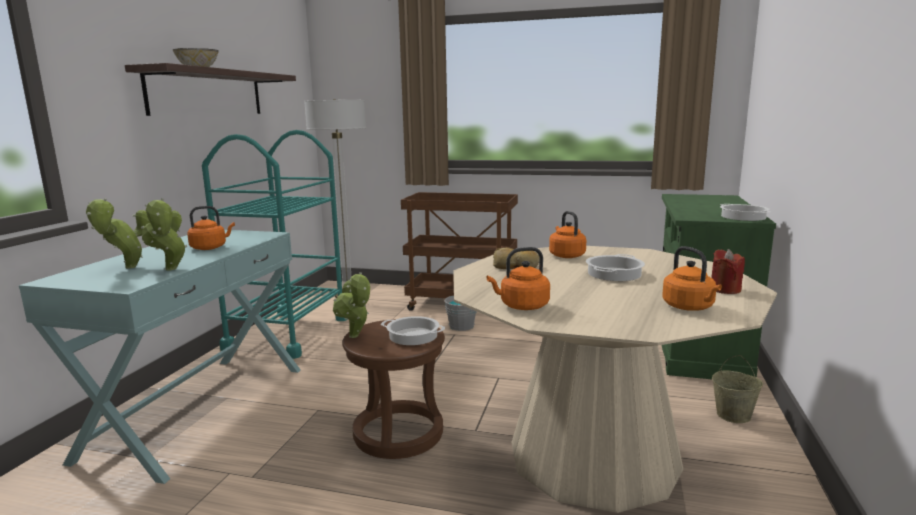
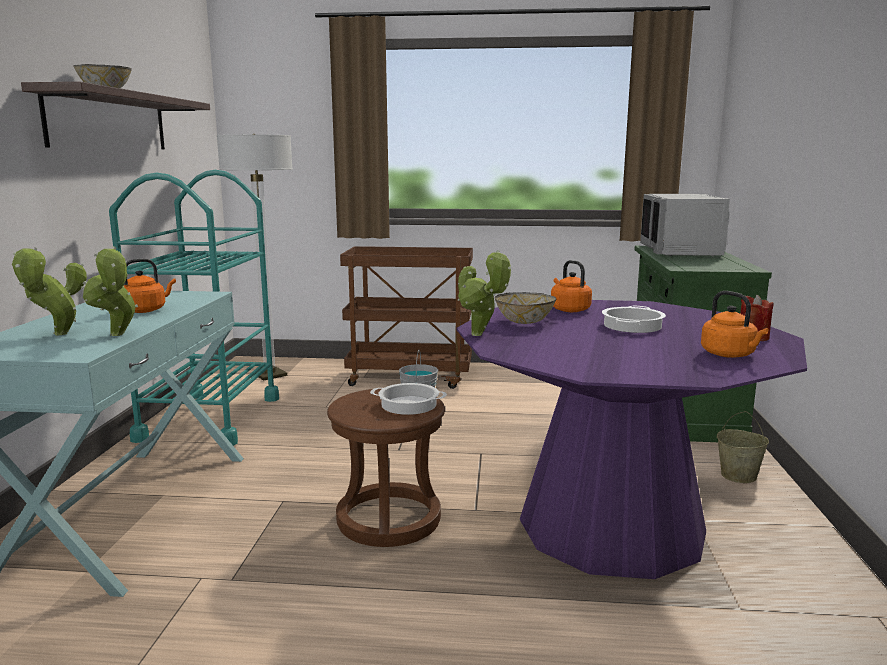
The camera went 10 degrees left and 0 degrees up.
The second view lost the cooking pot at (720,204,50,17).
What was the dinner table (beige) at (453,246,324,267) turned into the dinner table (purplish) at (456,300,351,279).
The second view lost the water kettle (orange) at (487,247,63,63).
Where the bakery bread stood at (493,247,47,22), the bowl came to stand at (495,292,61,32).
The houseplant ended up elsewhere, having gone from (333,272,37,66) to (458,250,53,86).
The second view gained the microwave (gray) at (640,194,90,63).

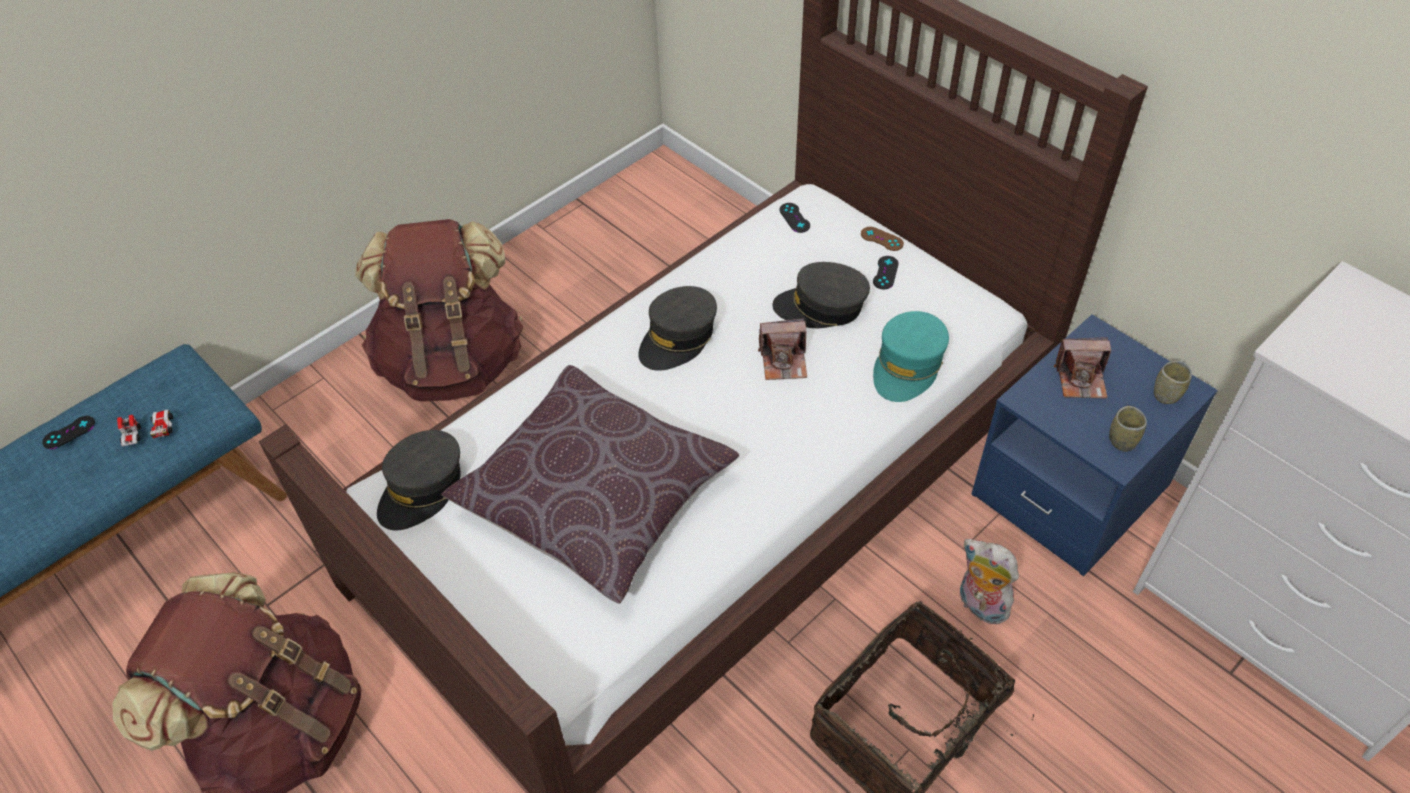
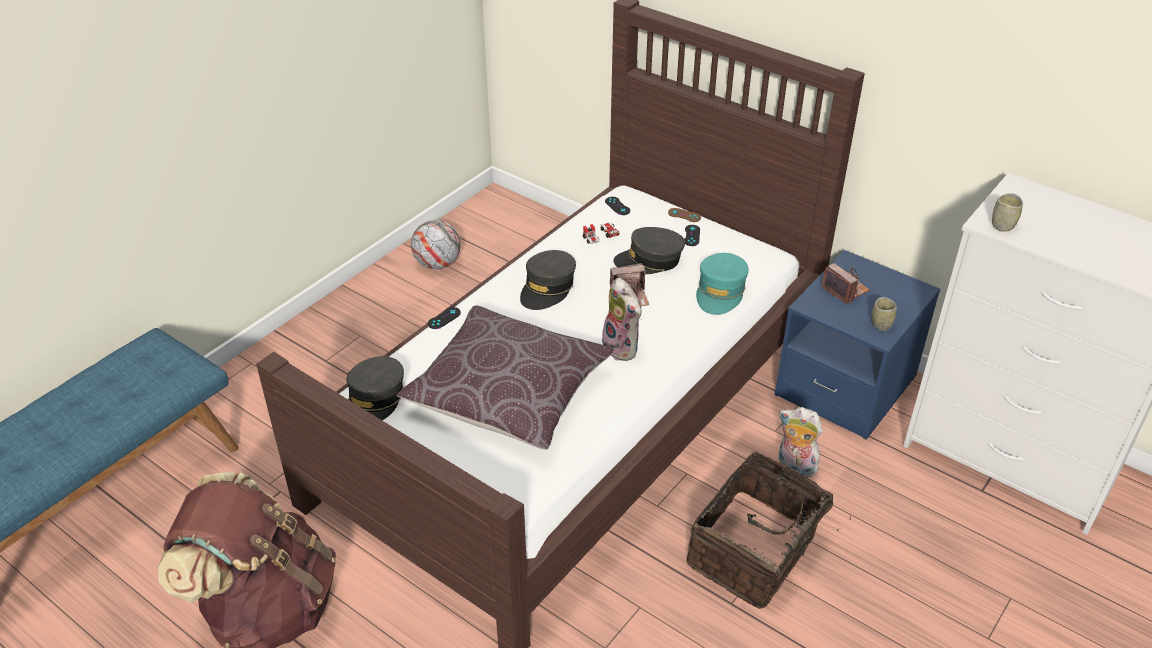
The camera went 10 degrees left and 10 degrees down.
The second view lost the knapsack (brown) at (355,219,168,183).
The photo camera at (1054,337,57,61) ended up facing another way, 120 degrees counterclockwise from before.
The cup ended up elsewhere, having gone from (1154,361,38,43) to (992,193,31,39).
The toy car ended up elsewhere, having gone from (117,409,56,38) to (583,222,36,22).
The game controller (black) ended up elsewhere, having gone from (42,416,53,33) to (428,307,33,22).
The second view gained the football at (411,220,50,49).
The second view gained the plush toy at (602,278,40,83).

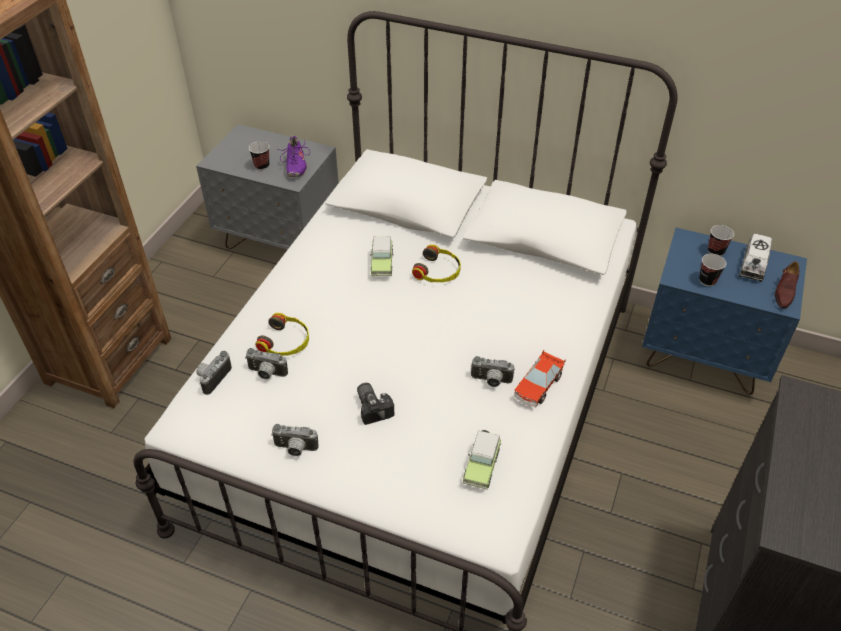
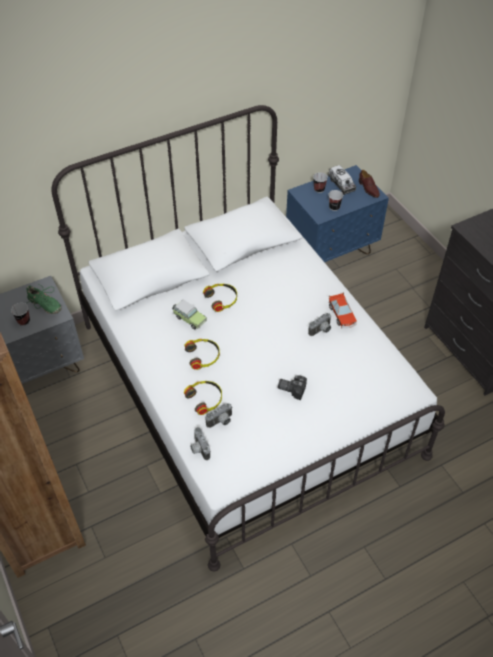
The camera went 50 degrees left and 5 degrees up.
What was the shoe (purplish) at (277,135,33,42) turned into the shoe (greenish) at (26,283,36,31).
The second view lost the photo camera at (271,424,48,32).
The second view lost the toy car at (463,430,38,60).
The second view gained the headphones at (185,339,35,31).

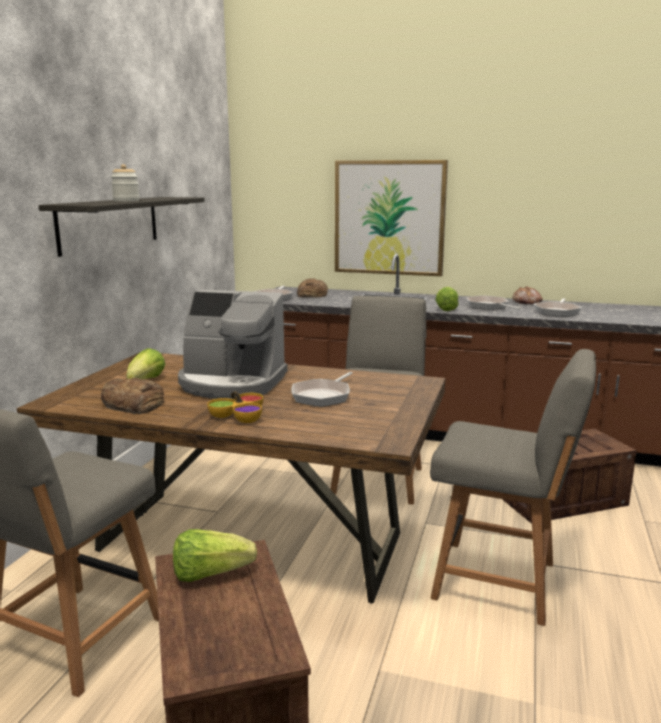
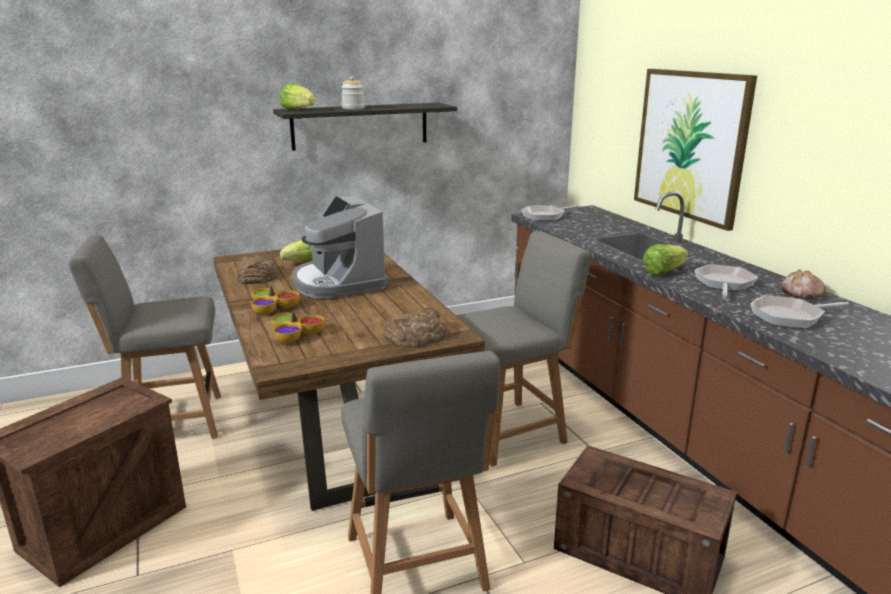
The camera went 50 degrees right and 5 degrees up.
The bakery bread ended up elsewhere, having gone from (297,278,31,20) to (383,308,64,40).
The second view lost the frying pan at (291,372,62,35).
The lettuce head ended up elsewhere, having gone from (173,529,84,53) to (280,83,36,27).
The second view gained the bowl at (271,311,54,32).

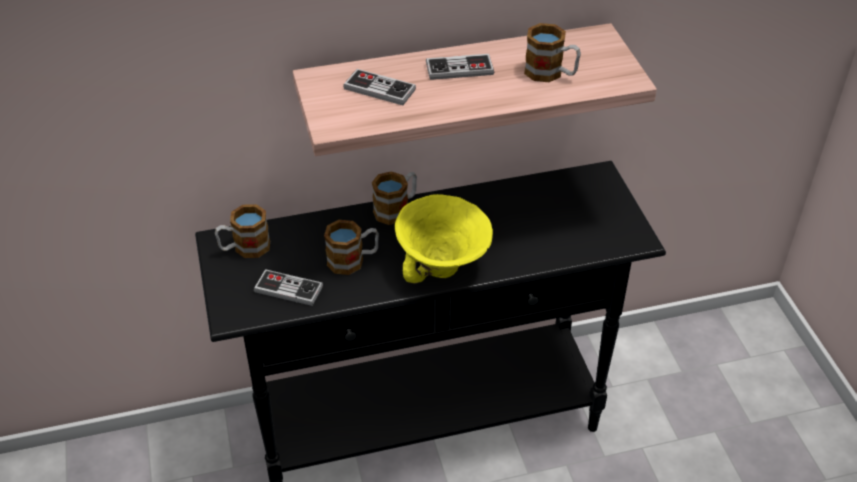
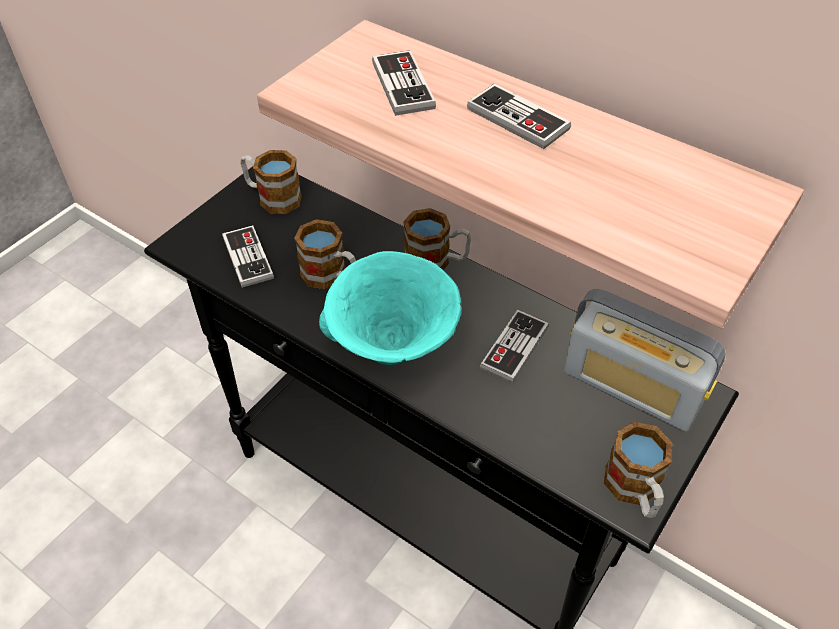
The camera went 50 degrees right and 5 degrees up.
The mug ended up elsewhere, having gone from (524,23,57,59) to (604,422,68,96).
What was the bowl (yellowish) at (395,194,98,90) turned into the bowl (turquoise-coloured) at (319,251,143,114).
The second view gained the radio at (564,289,162,143).
The second view gained the game controller at (480,310,69,73).

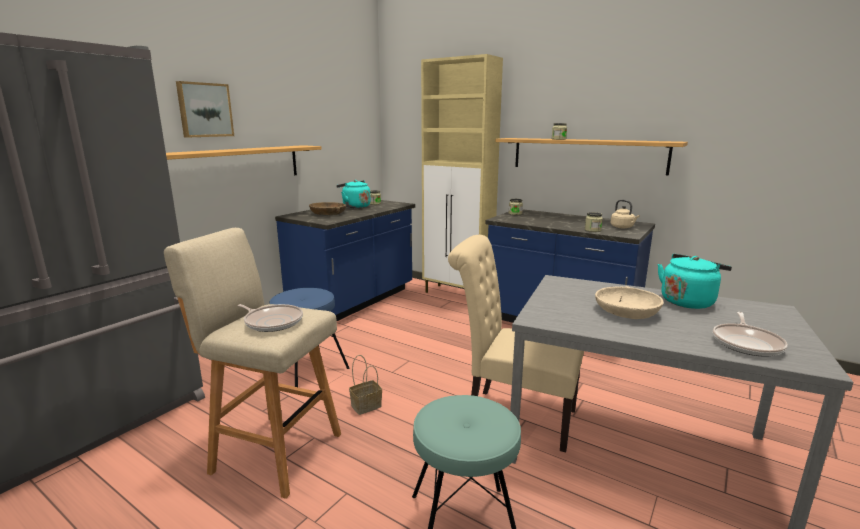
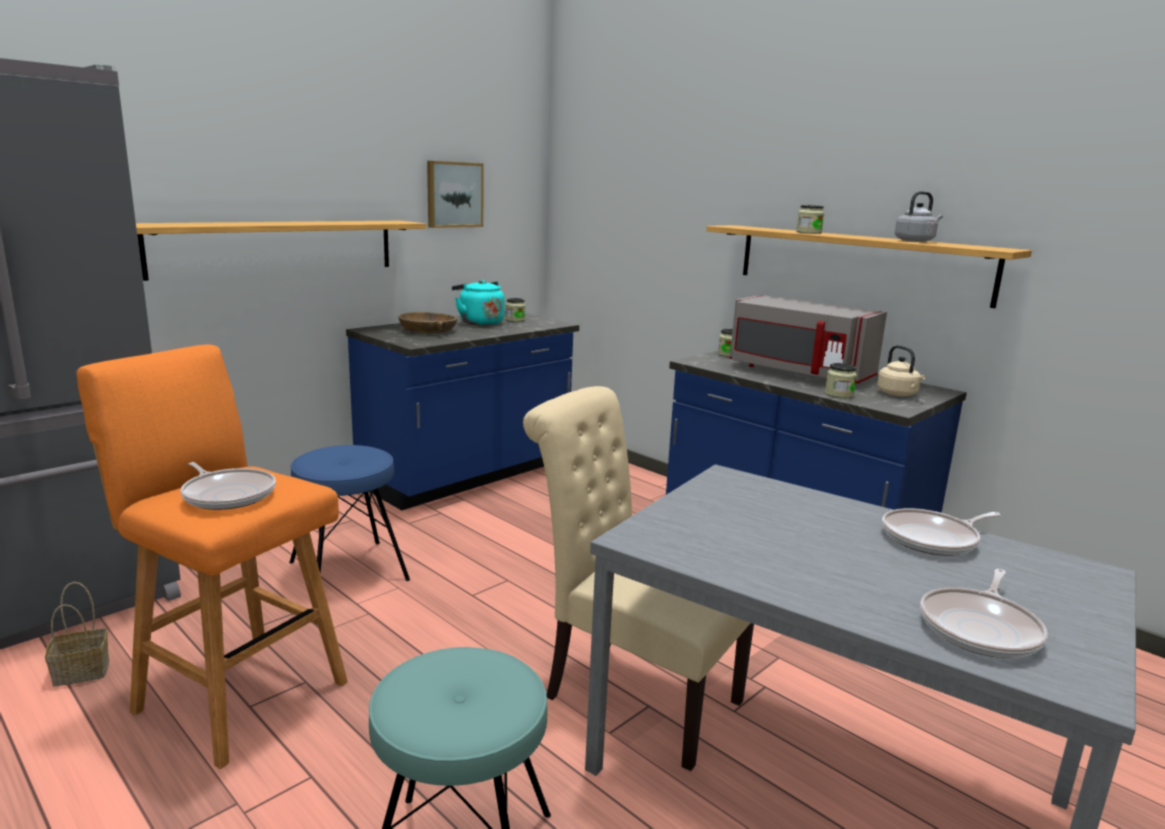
The camera went 10 degrees right and 0 degrees up.
The second view lost the cabinet (beige) at (421,54,82,239).
The wall picture ended up elsewhere, having gone from (176,81,58,57) to (427,161,56,67).
What was the stool seat (beige) at (164,228,177,271) turned into the stool seat (orange) at (76,344,272,425).
Where the water kettle (turquoise-coloured) stood at (657,254,75,55), the frying pan came to stand at (882,508,119,48).
The second view lost the bowl (beige) at (595,286,69,33).
The household basket ended up elsewhere, having gone from (349,355,33,60) to (45,582,64,104).
The second view gained the water kettle (gray) at (895,191,48,51).
The second view gained the microwave (gray) at (730,295,157,89).

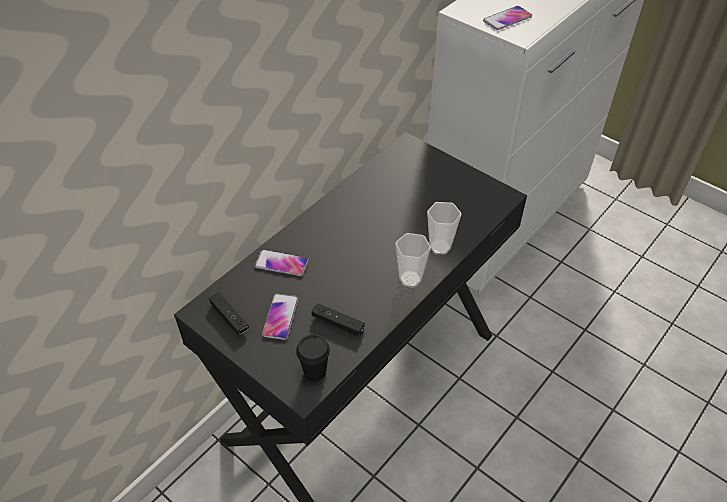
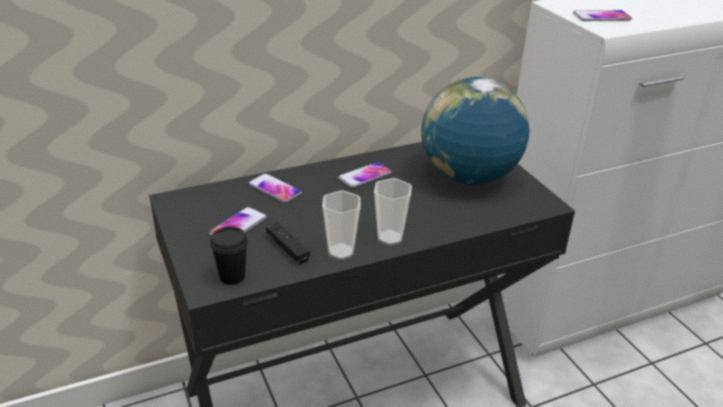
The camera went 25 degrees right and 15 degrees down.
The cup ended up elsewhere, having gone from (427,202,34,53) to (322,190,39,70).
The second view lost the game controller (black) at (209,292,40,43).
The second view gained the desk globe at (421,77,109,108).
The second view gained the handset at (338,162,54,26).

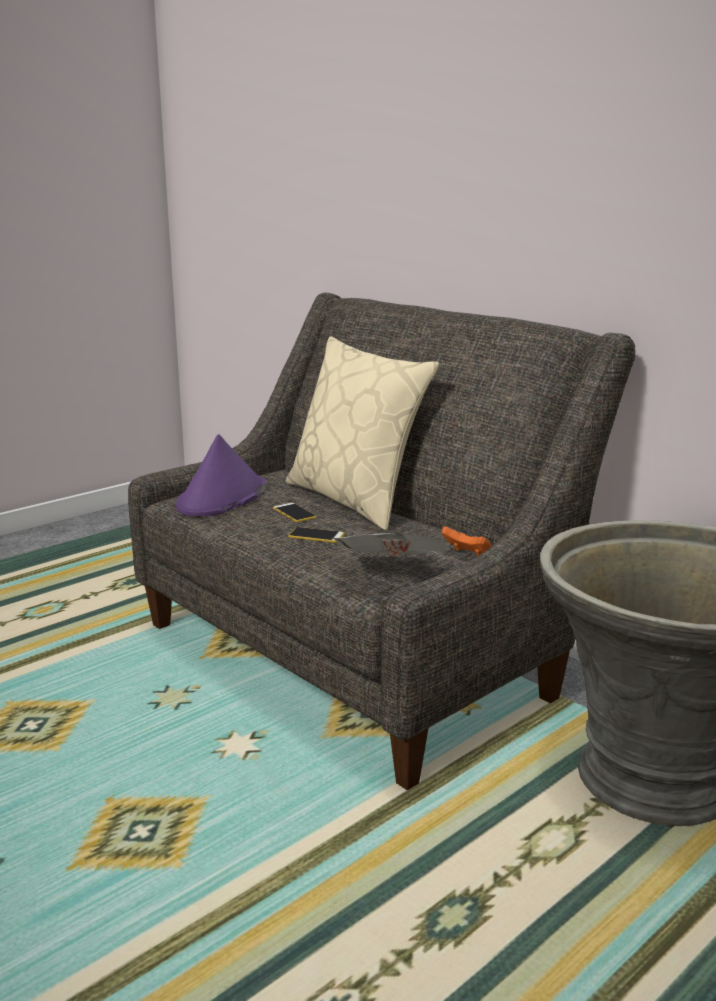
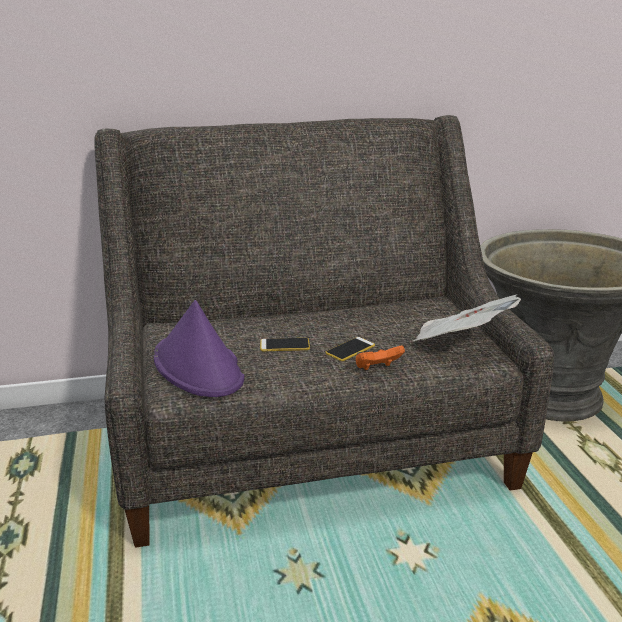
The camera went 60 degrees left and 5 degrees up.
The second view lost the cushion (beige) at (286,336,153,195).
The game controller (orange) ended up elsewhere, having gone from (441,526,50,30) to (356,345,49,25).

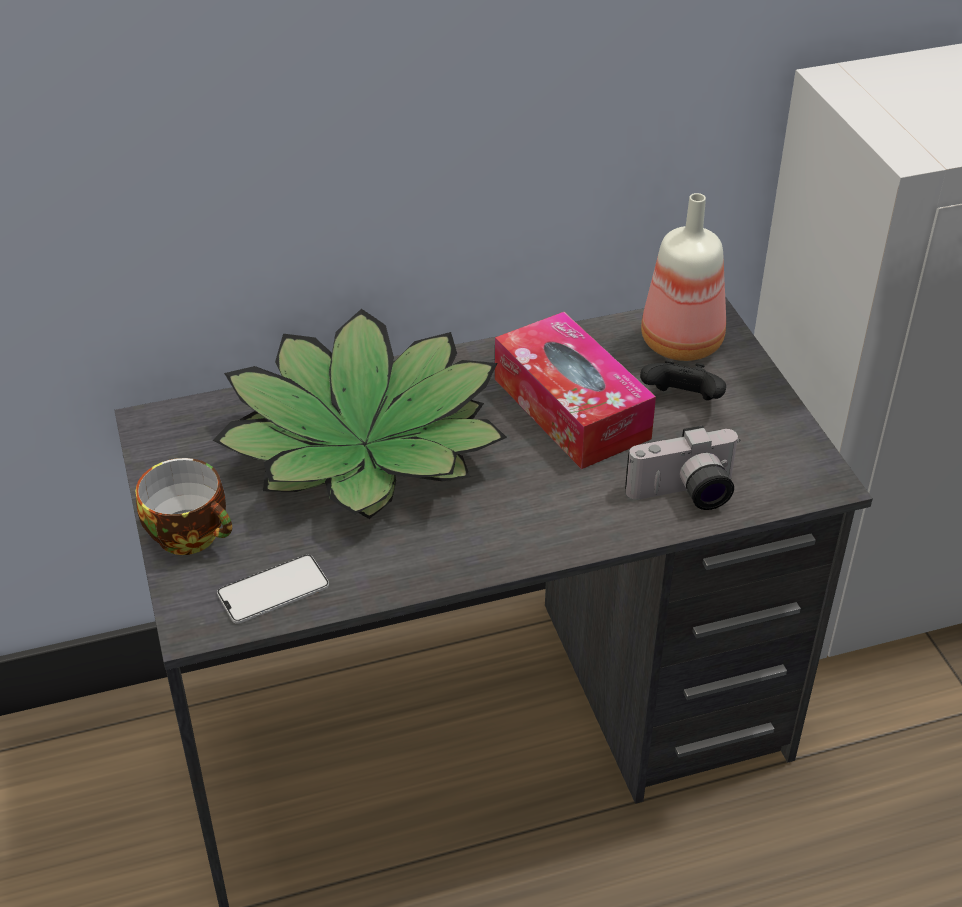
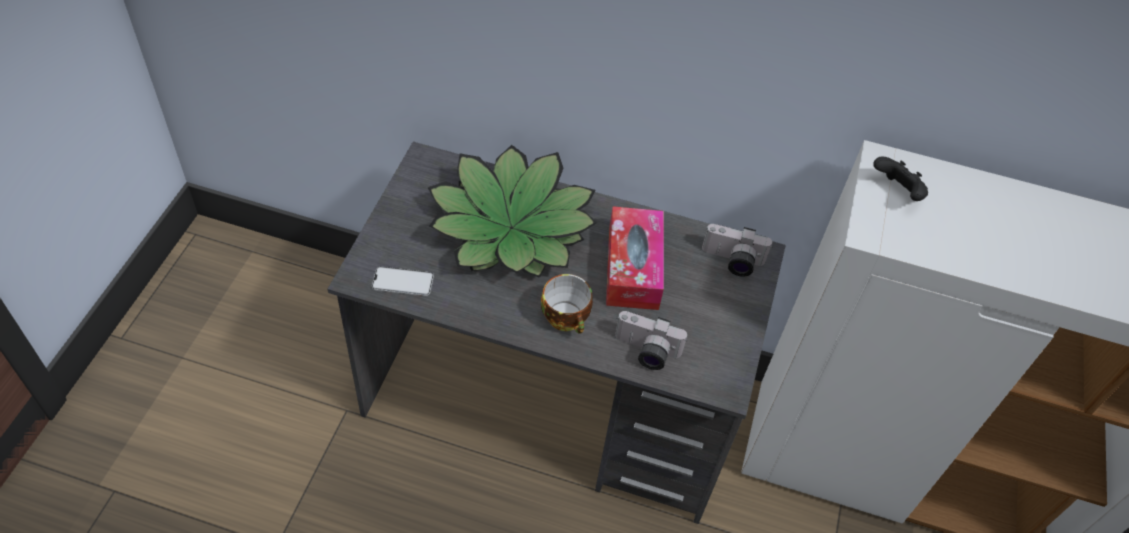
The camera went 30 degrees right and 10 degrees up.
Where the beverage bottle stood at (641,193,85,168), the photo camera came to stand at (702,224,71,53).
The game controller (black) ended up elsewhere, having gone from (640,360,86,40) to (873,156,55,45).
The cup ended up elsewhere, having gone from (136,458,96,97) to (541,274,52,60).

